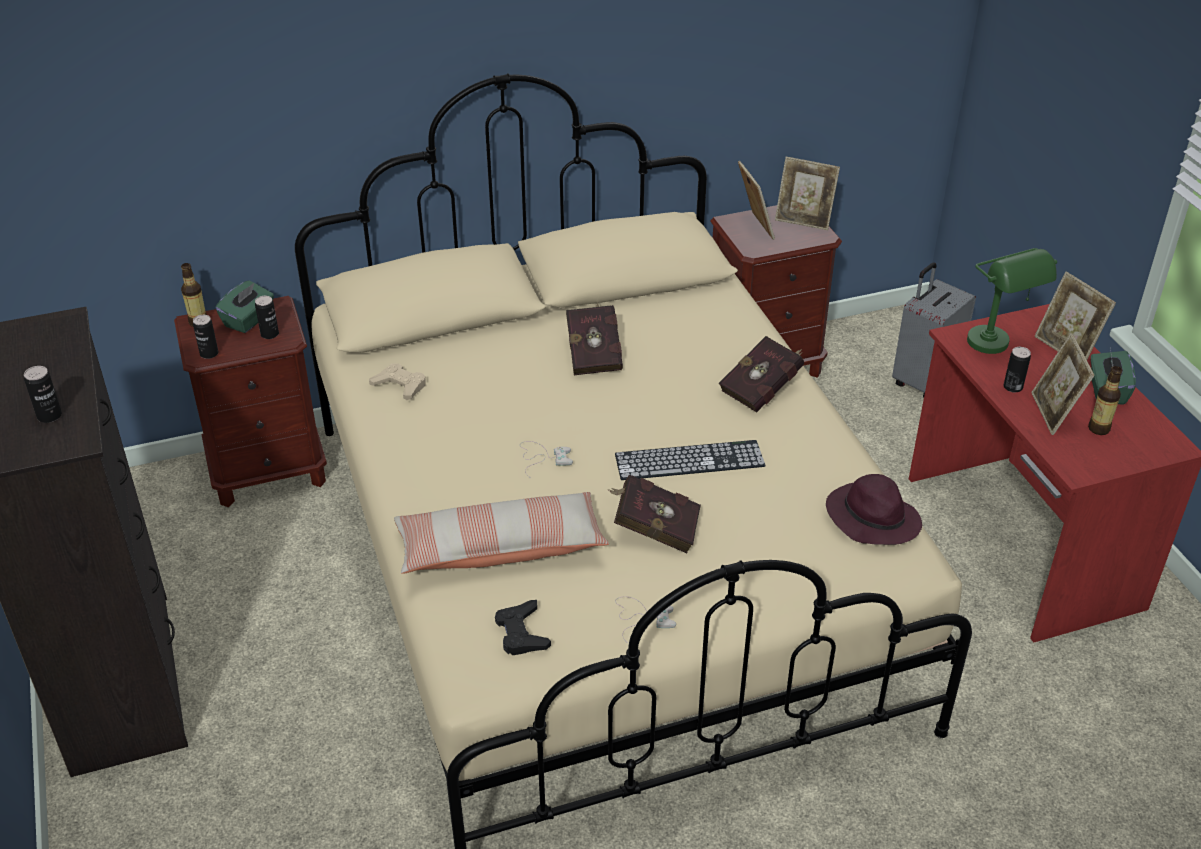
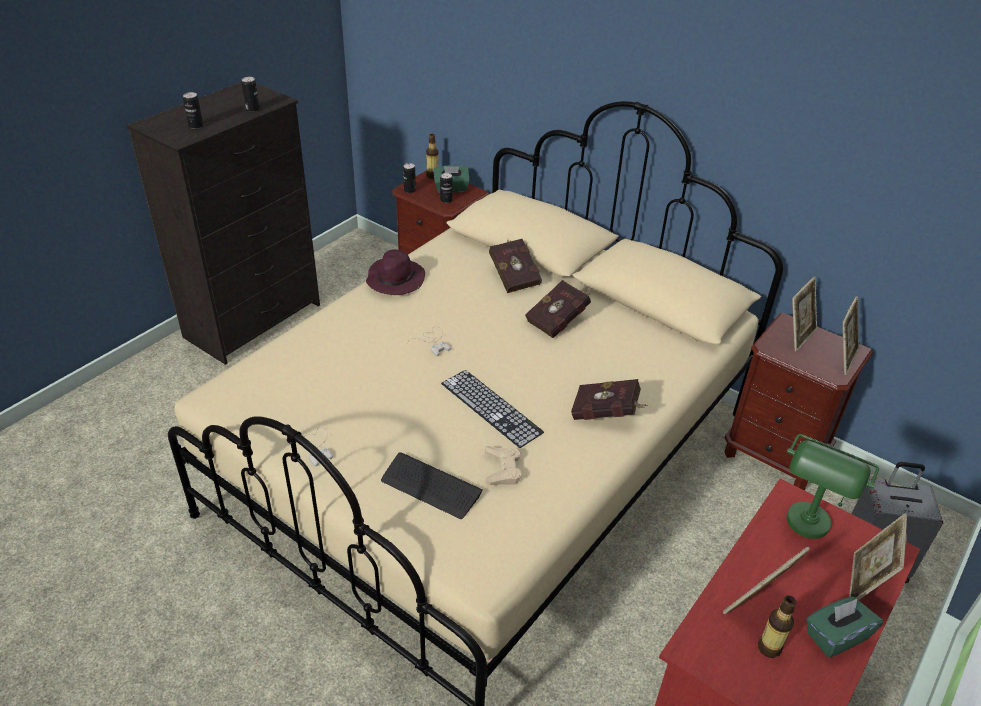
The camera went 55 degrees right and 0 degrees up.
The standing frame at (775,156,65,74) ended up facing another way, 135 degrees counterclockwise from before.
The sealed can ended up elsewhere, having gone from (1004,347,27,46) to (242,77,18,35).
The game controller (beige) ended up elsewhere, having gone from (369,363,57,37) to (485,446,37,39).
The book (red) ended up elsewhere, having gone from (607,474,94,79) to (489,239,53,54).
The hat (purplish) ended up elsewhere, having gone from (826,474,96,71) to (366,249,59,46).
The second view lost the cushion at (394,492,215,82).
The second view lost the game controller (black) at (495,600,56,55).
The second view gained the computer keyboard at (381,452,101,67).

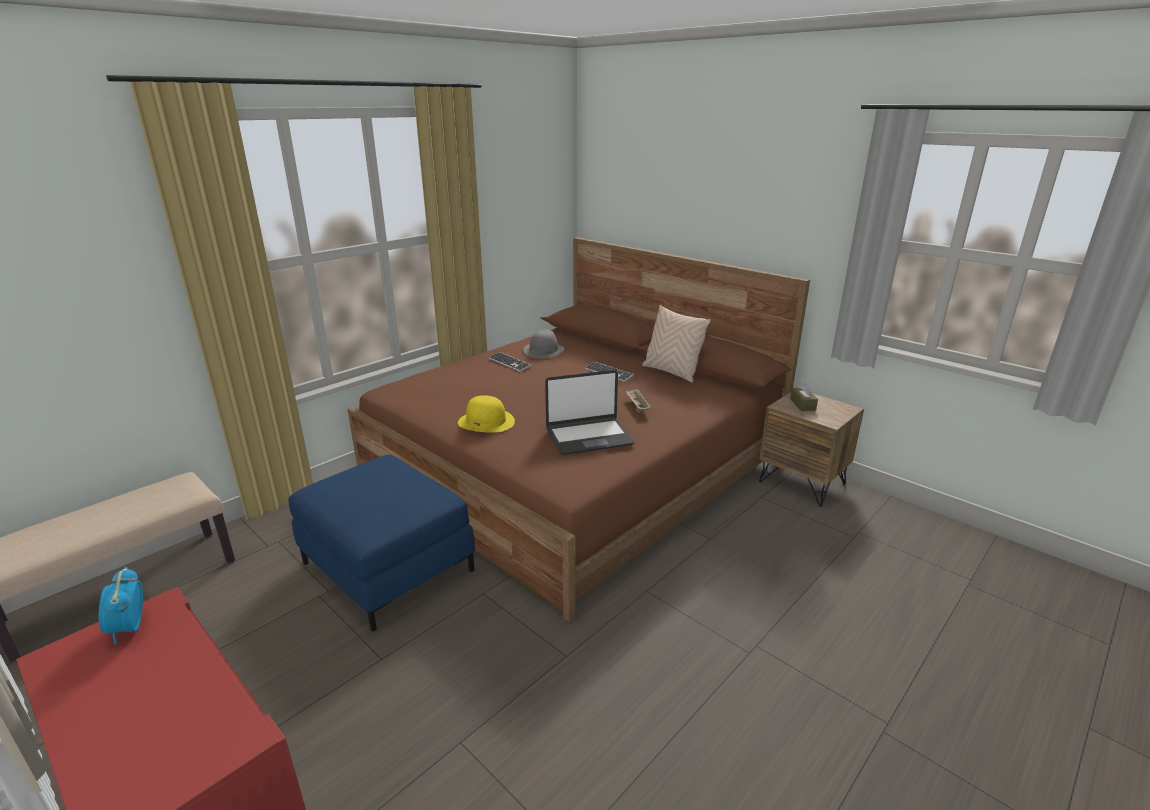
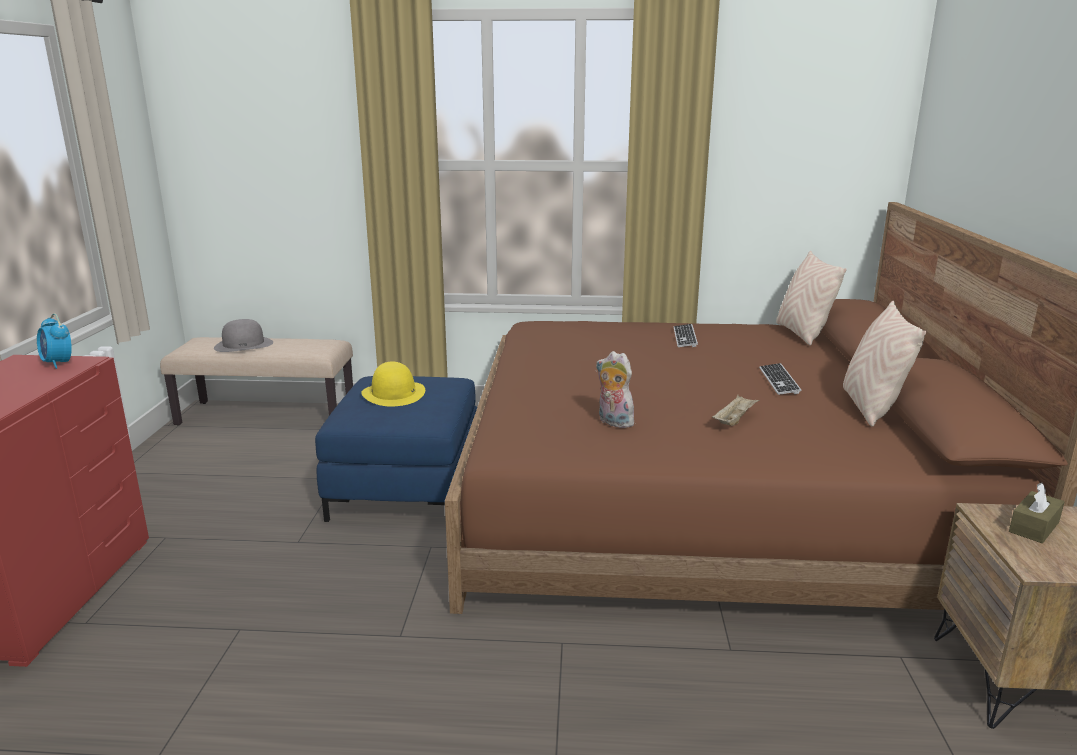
The camera went 50 degrees right and 5 degrees down.
The hat (gray) ended up elsewhere, having gone from (523,329,42,30) to (214,319,59,33).
Where the notebook computer stood at (545,370,89,85), the plush toy came to stand at (596,351,38,77).
The hat (yellowish) ended up elsewhere, having gone from (458,395,57,38) to (361,361,64,46).
The alarm clock at (99,567,44,77) ended up facing another way, 75 degrees counterclockwise from before.
The second view gained the cushion (beige) at (776,251,71,94).

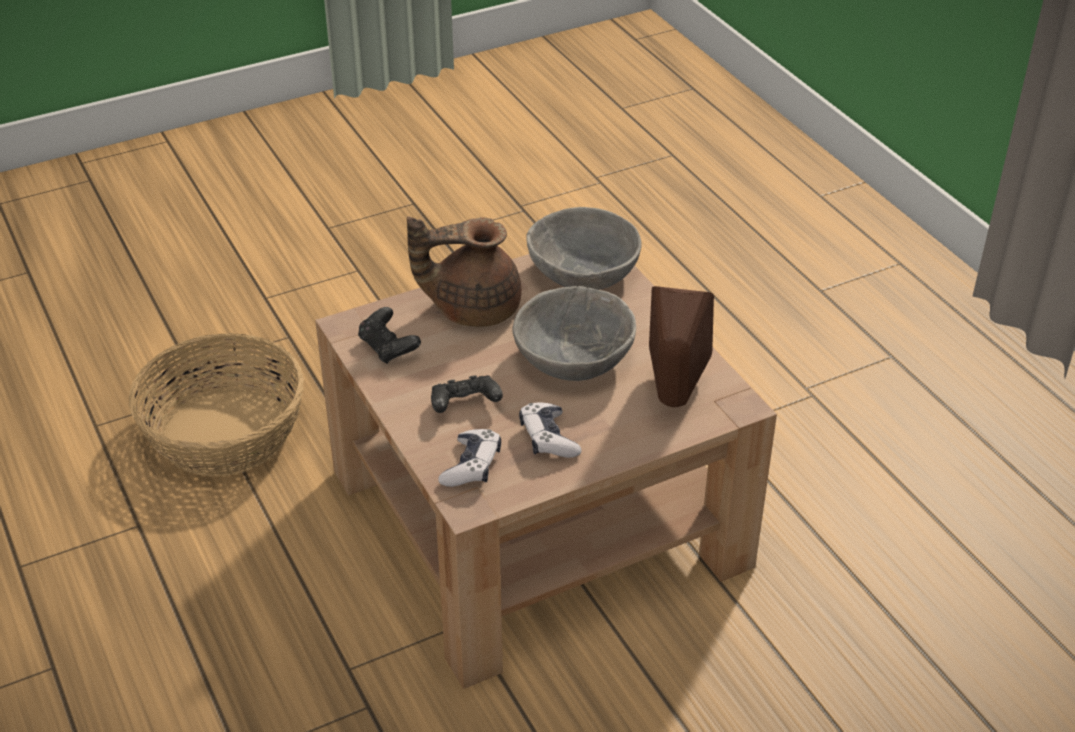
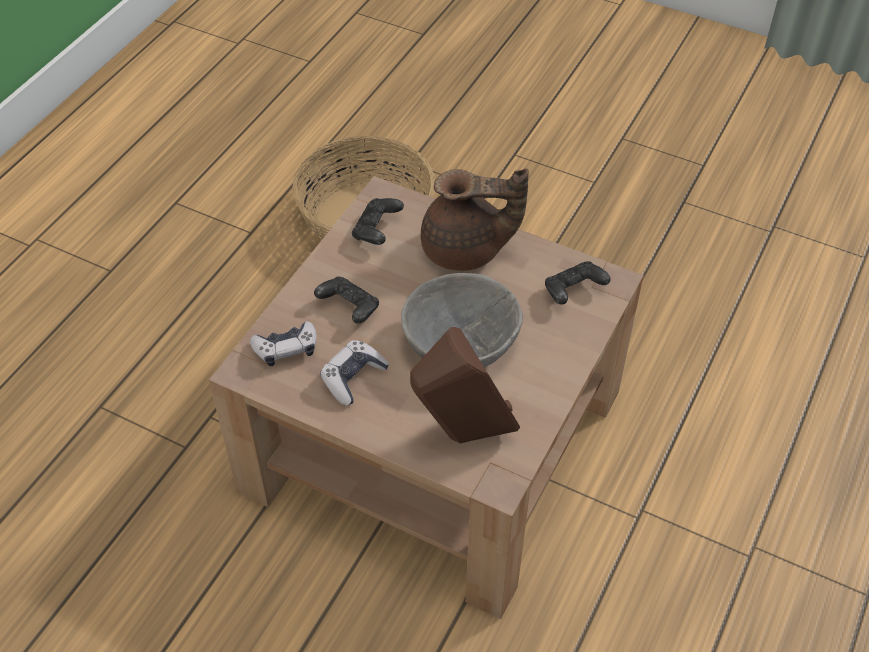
The camera went 55 degrees right and 10 degrees up.
Where the bowl (gray) stood at (526,207,116,83), the game controller (black) came to stand at (545,261,66,44).
The tea pot (brown) at (407,216,114,111) ended up facing another way, 135 degrees clockwise from before.

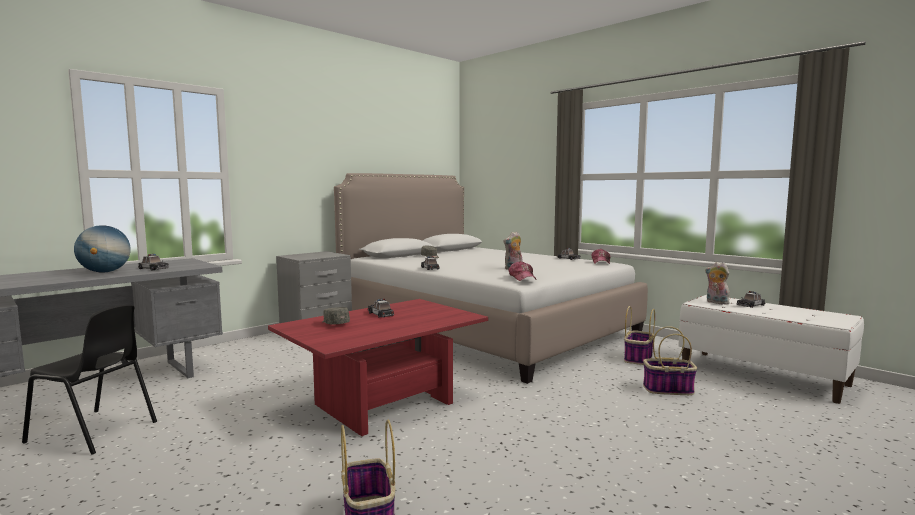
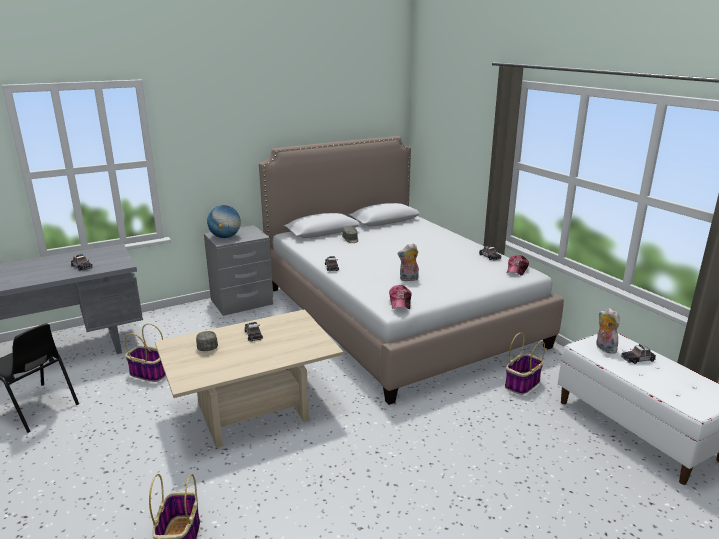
The camera went 15 degrees right and 15 degrees up.
The desk globe ended up elsewhere, having gone from (74,225,57,48) to (207,205,34,33).
What was the low table (red) at (268,299,220,137) turned into the low table (beige) at (155,309,188,139).
The household basket ended up elsewhere, having gone from (643,326,54,69) to (125,323,41,59).

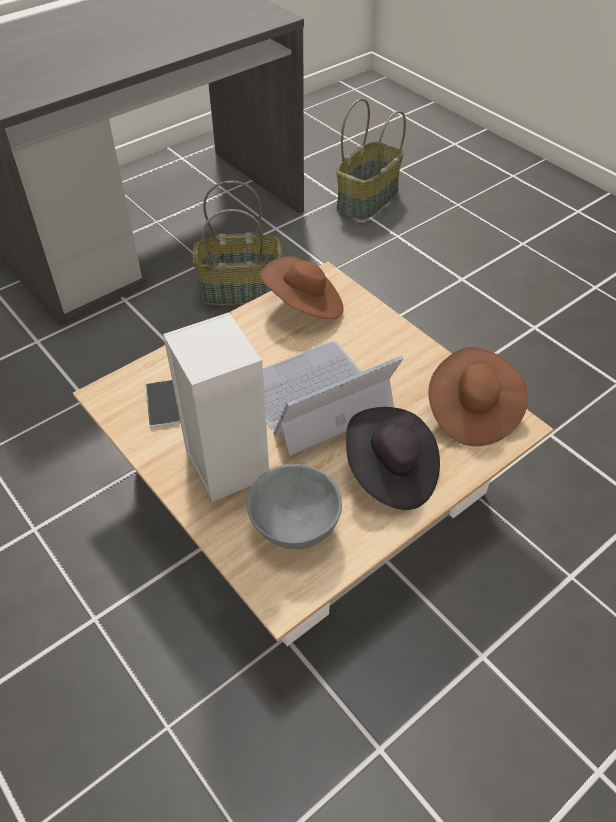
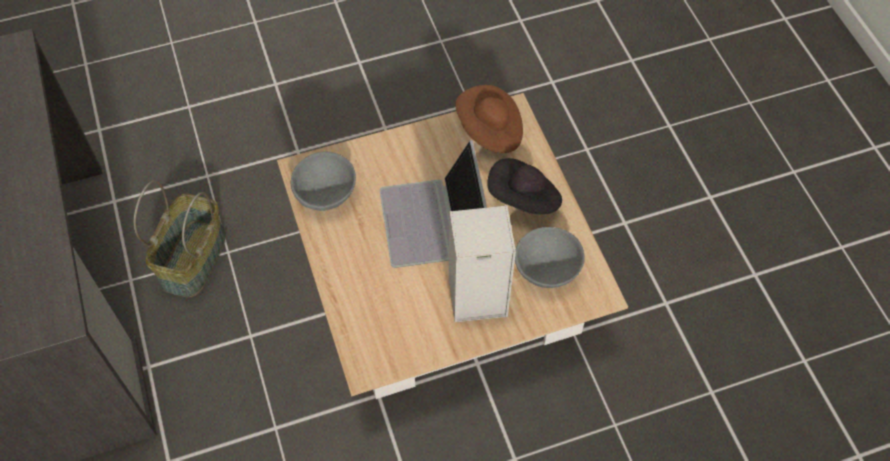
The camera went 70 degrees left and 10 degrees up.
The second view lost the household basket at (336,98,70,122).
Where the hat (brown) stood at (260,256,84,63), the bowl (gray) came to stand at (291,151,65,60).
The second view lost the handset at (145,380,35,48).

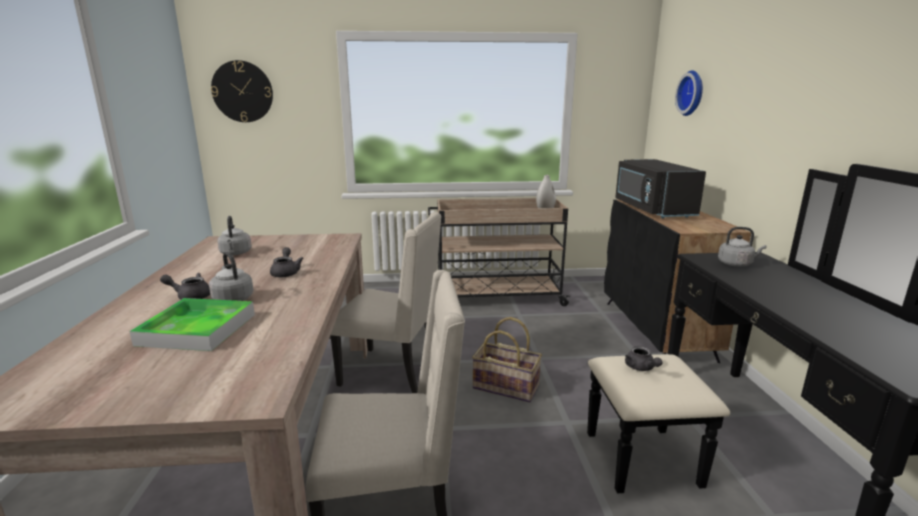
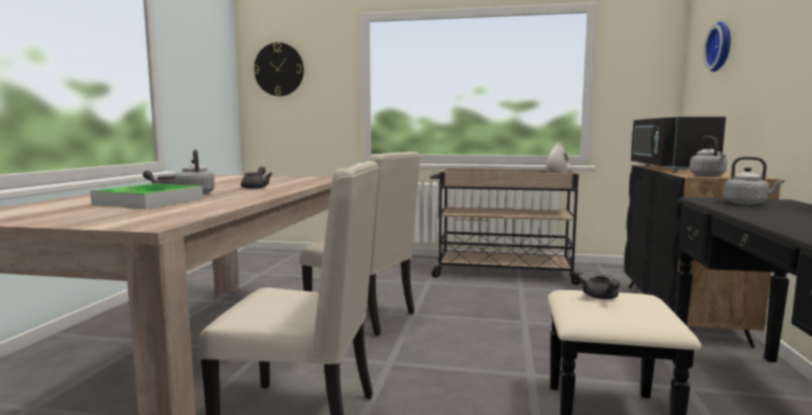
The camera went 15 degrees right and 10 degrees down.
The water kettle (gray) ended up elsewhere, having gone from (217,216,35,39) to (689,136,38,41).
The second view lost the household basket at (472,317,70,85).

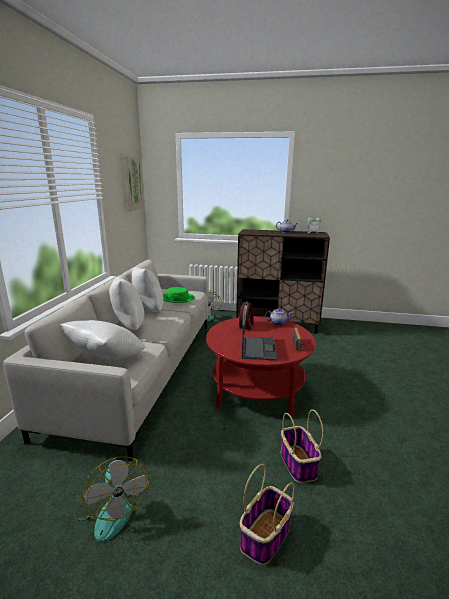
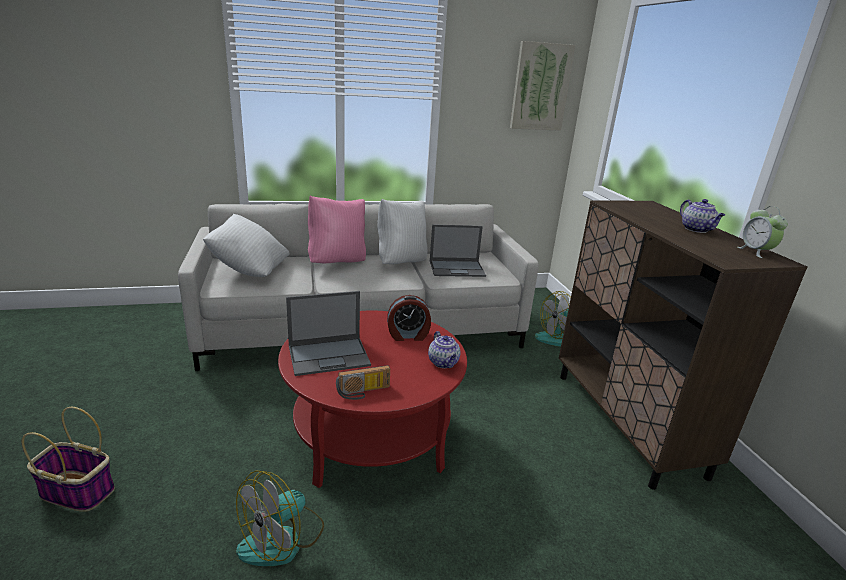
The camera went 65 degrees right and 5 degrees up.
What was the cushion (white-coloured) at (109,277,35,53) turned into the cushion (pink) at (308,196,58,68).
Where the hat (greenish) stood at (163,287,32,16), the notebook computer came to stand at (430,224,56,53).
The second view lost the household basket at (281,409,43,74).
The cooling fan ended up elsewhere, having gone from (74,456,76,86) to (236,470,88,96).

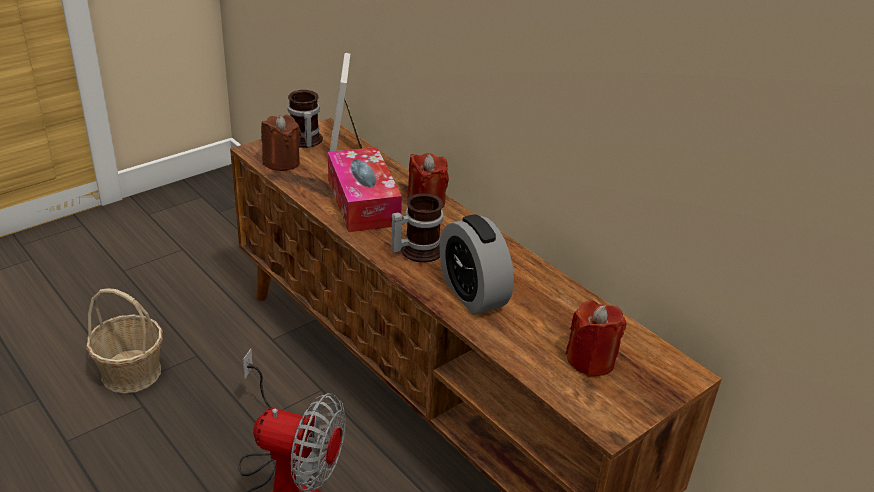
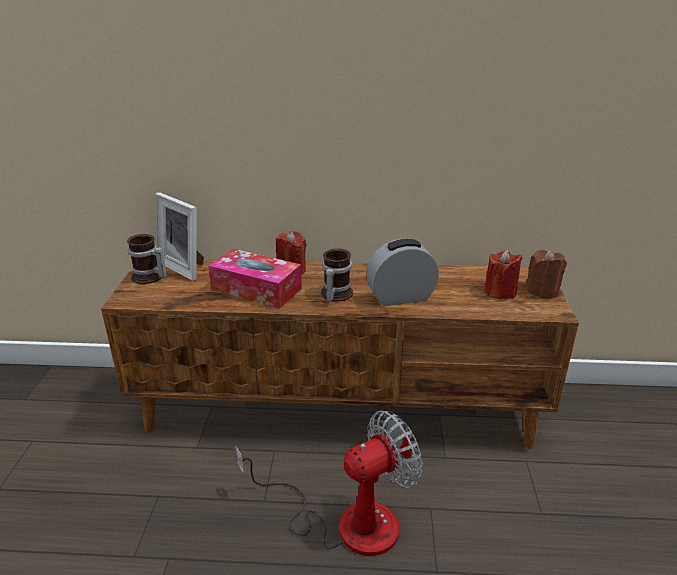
The camera went 45 degrees left and 5 degrees down.
The candle (brown) ended up elsewhere, having gone from (261,115,40,56) to (525,250,42,49).
The alarm clock at (440,214,74,101) ended up facing another way, 150 degrees clockwise from before.
The second view lost the household basket at (86,288,77,106).

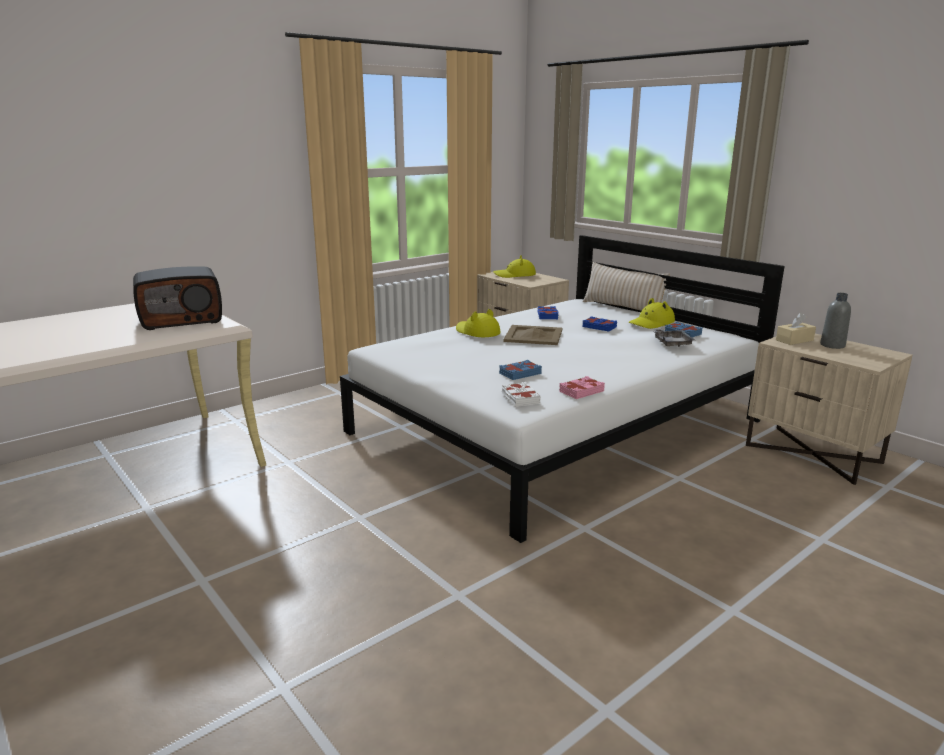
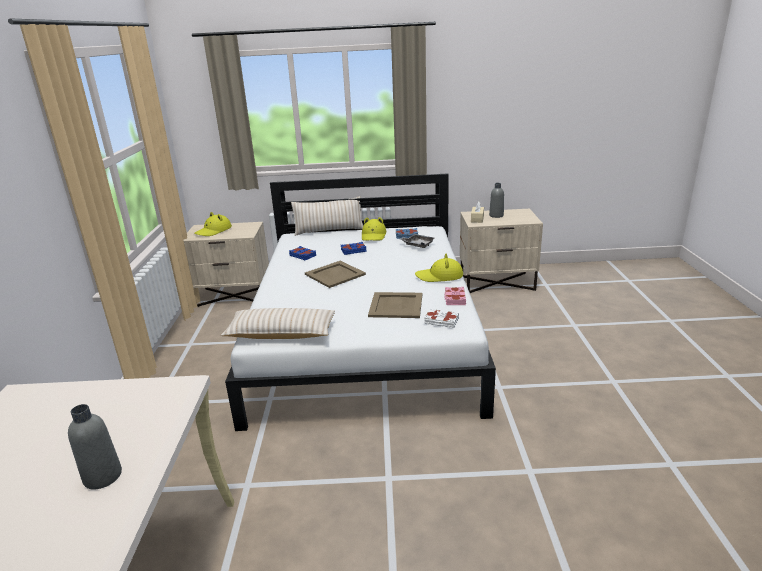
The camera went 50 degrees left and 5 degrees up.
The second view lost the radio at (133,266,89,64).
The hat (yellowish) ended up elsewhere, having gone from (456,309,45,28) to (415,254,48,28).
Where the book (blue) stood at (499,360,43,20), the serving tray (beige) came to stand at (368,292,54,26).
The second view gained the cushion (beige) at (221,308,114,31).
The second view gained the beverage bottle (gray) at (68,404,54,86).

